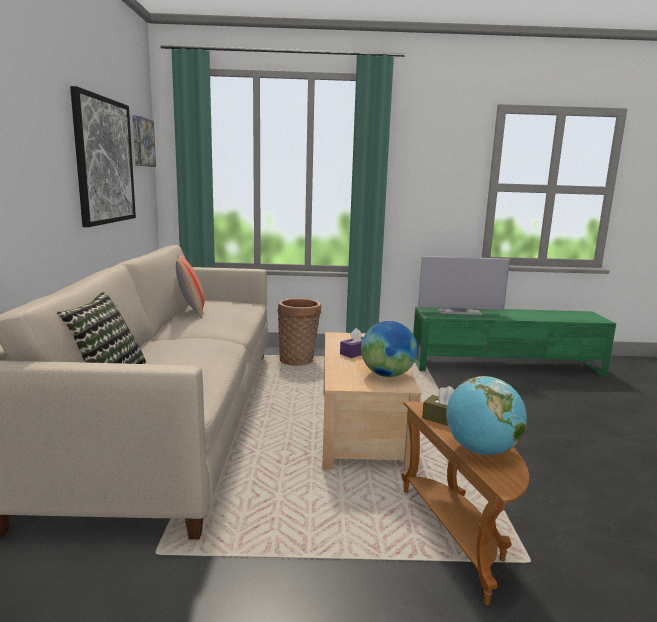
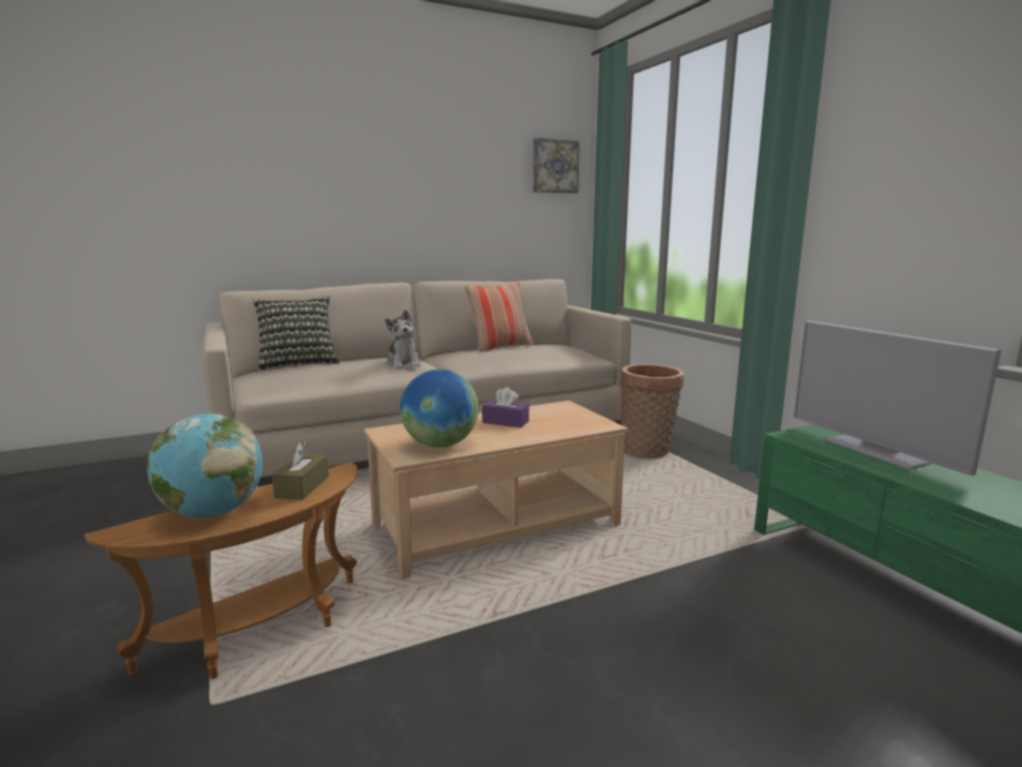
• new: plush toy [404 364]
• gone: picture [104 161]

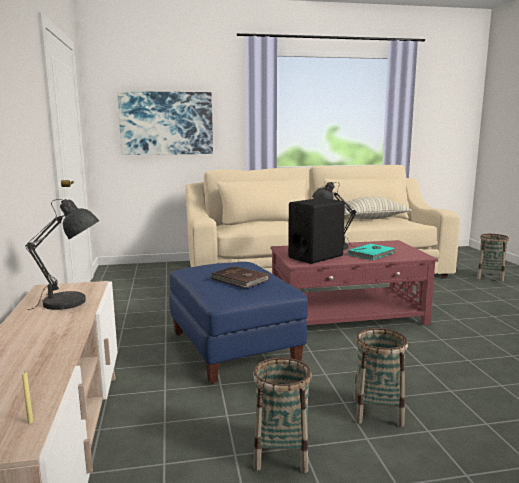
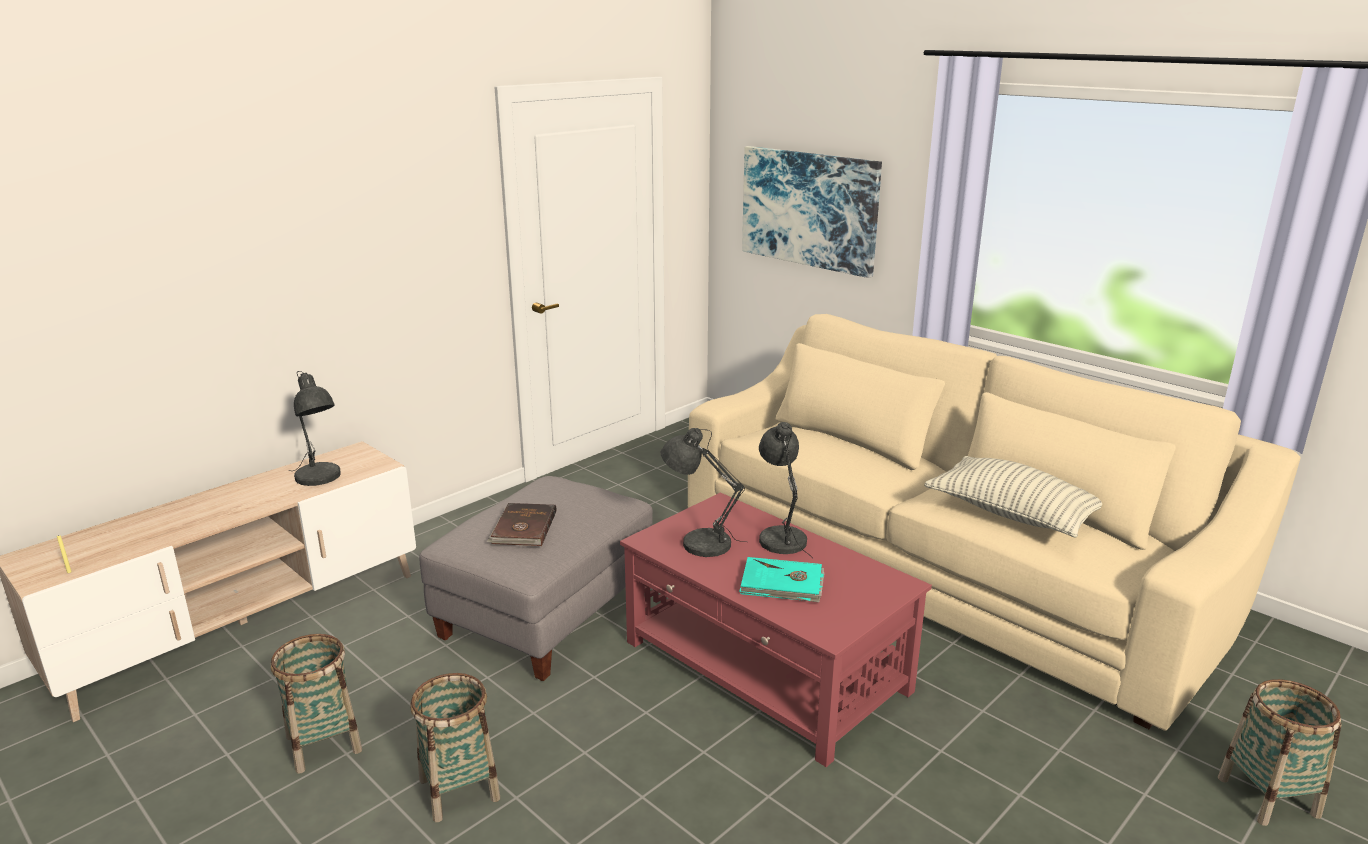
• repainted: ottoman/blue [233 348] to ottoman/grey [546 615]
• swapped: speaker/black [316 257] to table lamp/grey [700 543]

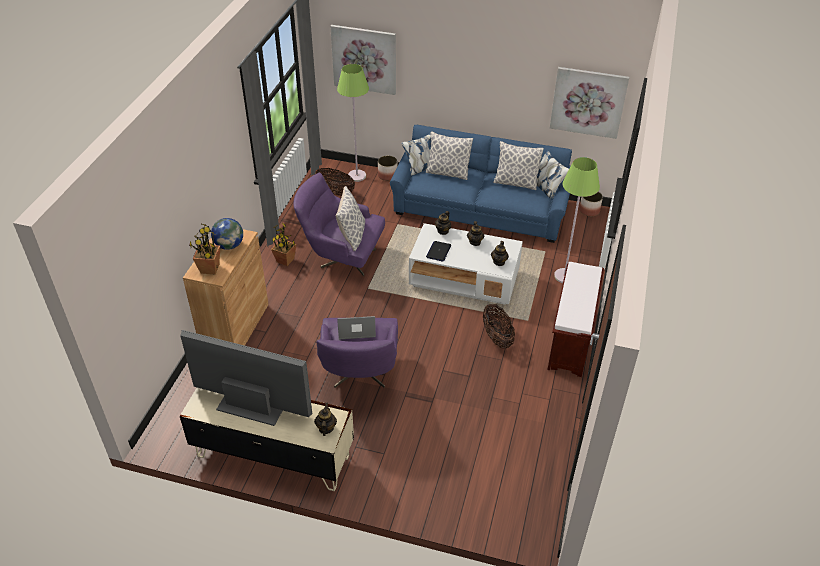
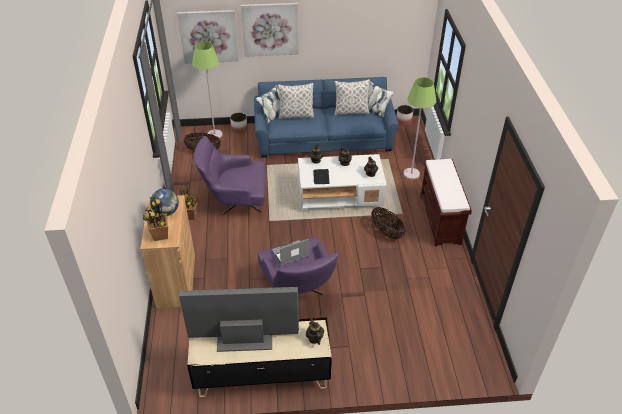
• shifted: picture [588 102] to [270 29]
• gone: pillow [351 235]

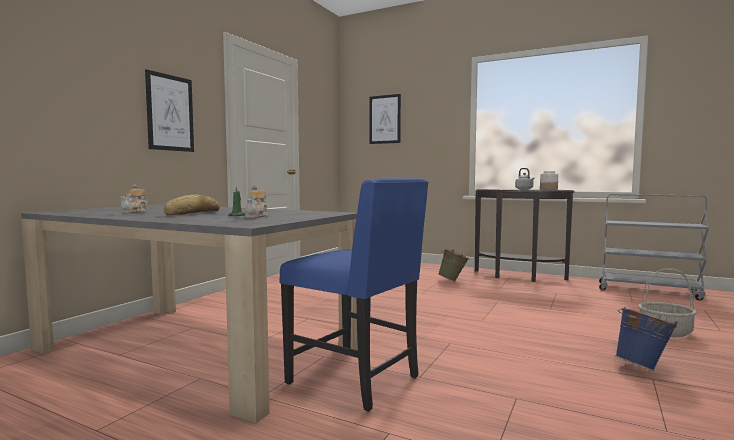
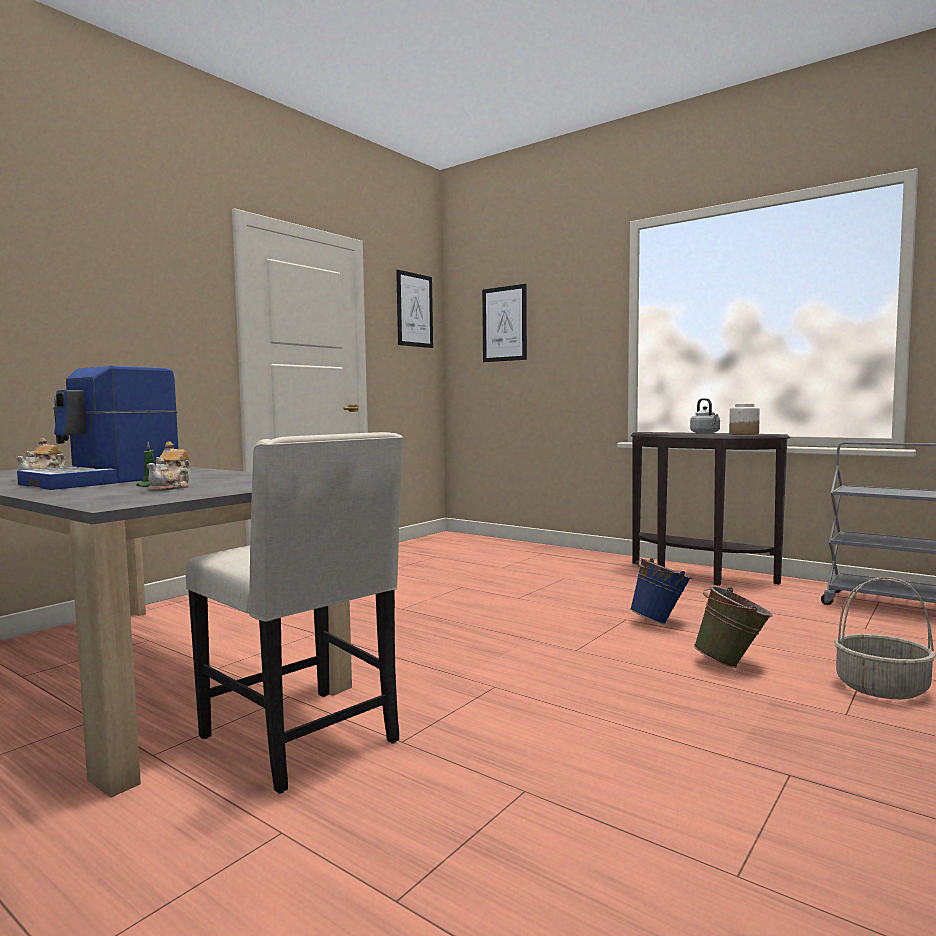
• swapped: bread [191 213] to coffee machine [105 480]
• repainted: chair/blue [356 380] to chair/beige [304 740]
• shifted: picture [170 113] to [414 310]
• shifted: bucket/blue [642 367] to [660 622]
• shifted: bucket/green [453 280] to [732 664]

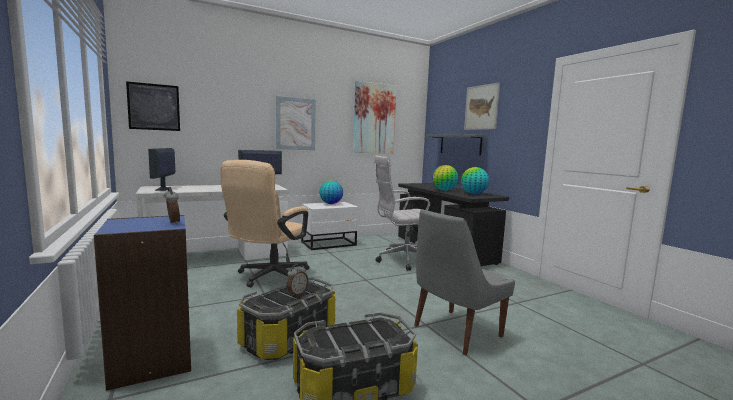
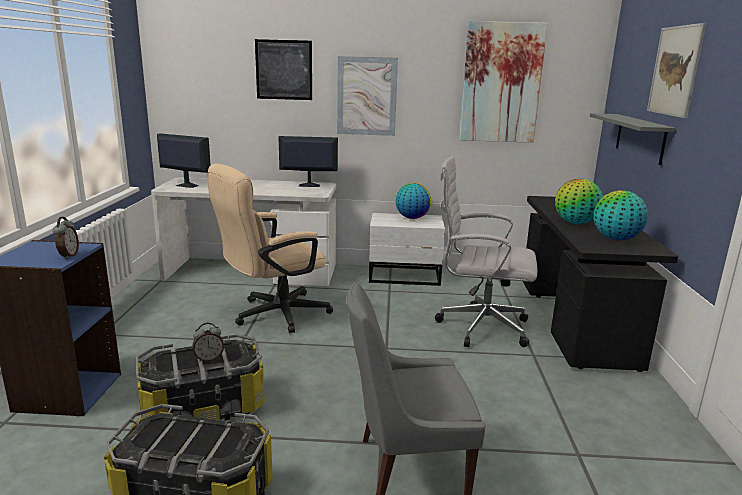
• rotated: monitor [163 189] = [186 185] 90 degrees clockwise
• shifted: picture [154 107] to [284 70]

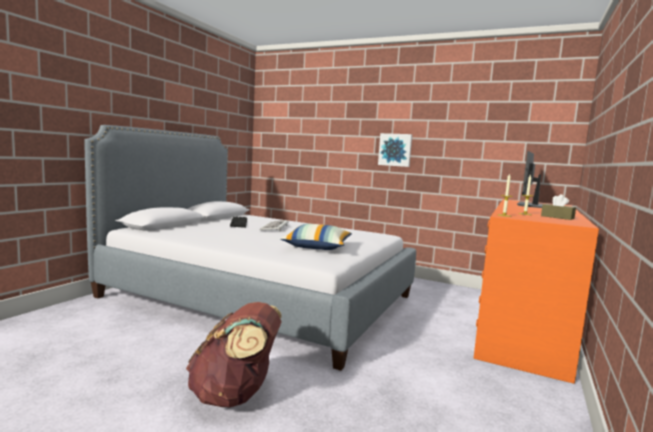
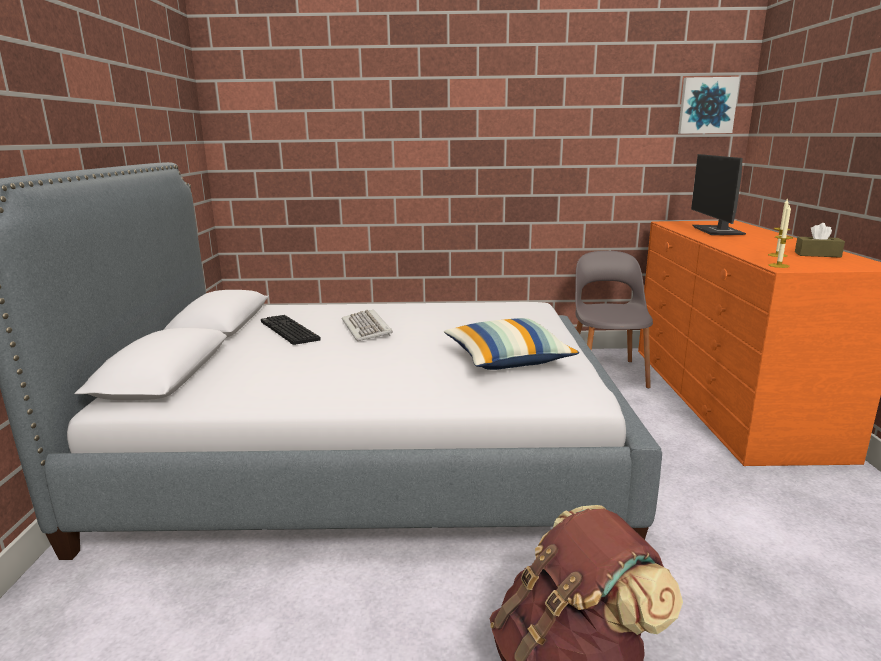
• new: chair/grey [607 372]
• shifted: picture [395 150] to [706 105]

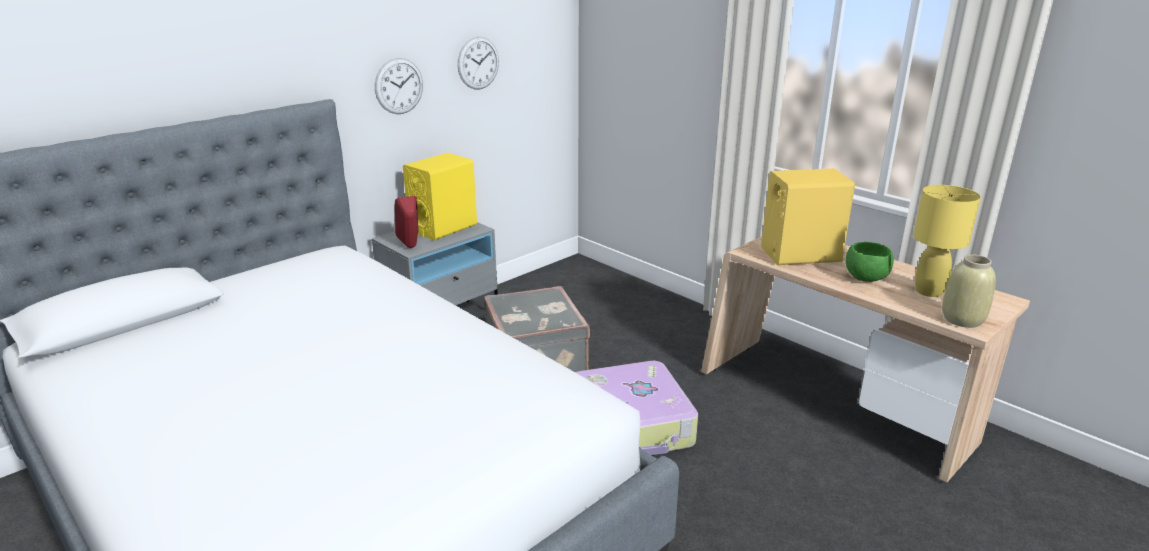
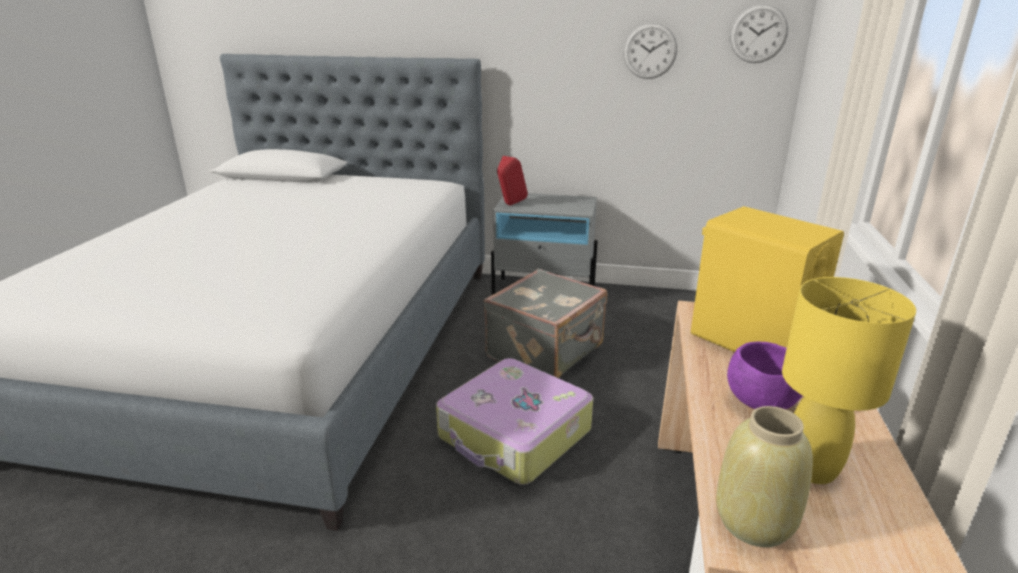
• repainted: bowl/green [865 279] to bowl/purple [760 403]
• shifted: wall clock [399 86] to [758 34]
• gone: speaker/yellow [443 228]

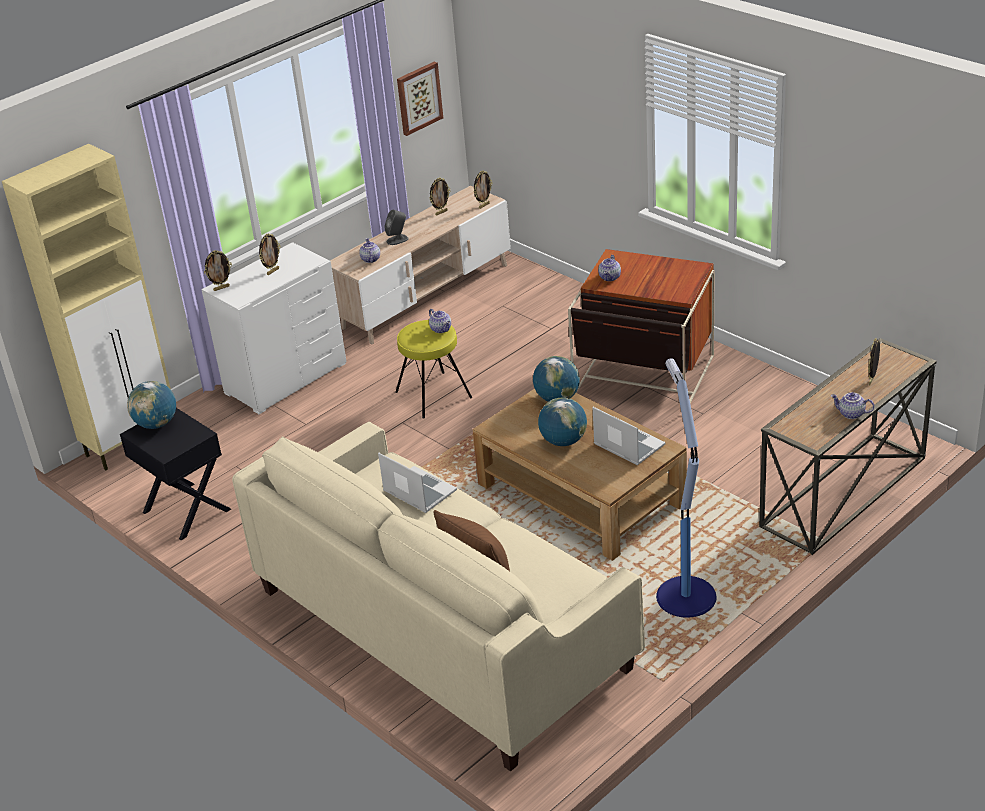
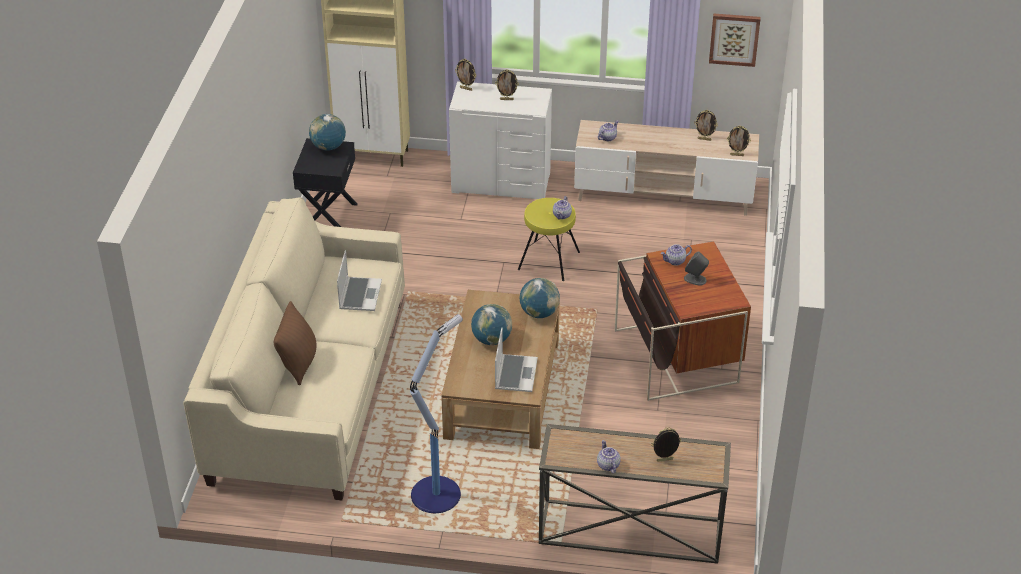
• shifted: speaker/grey [397 240] to [695 279]

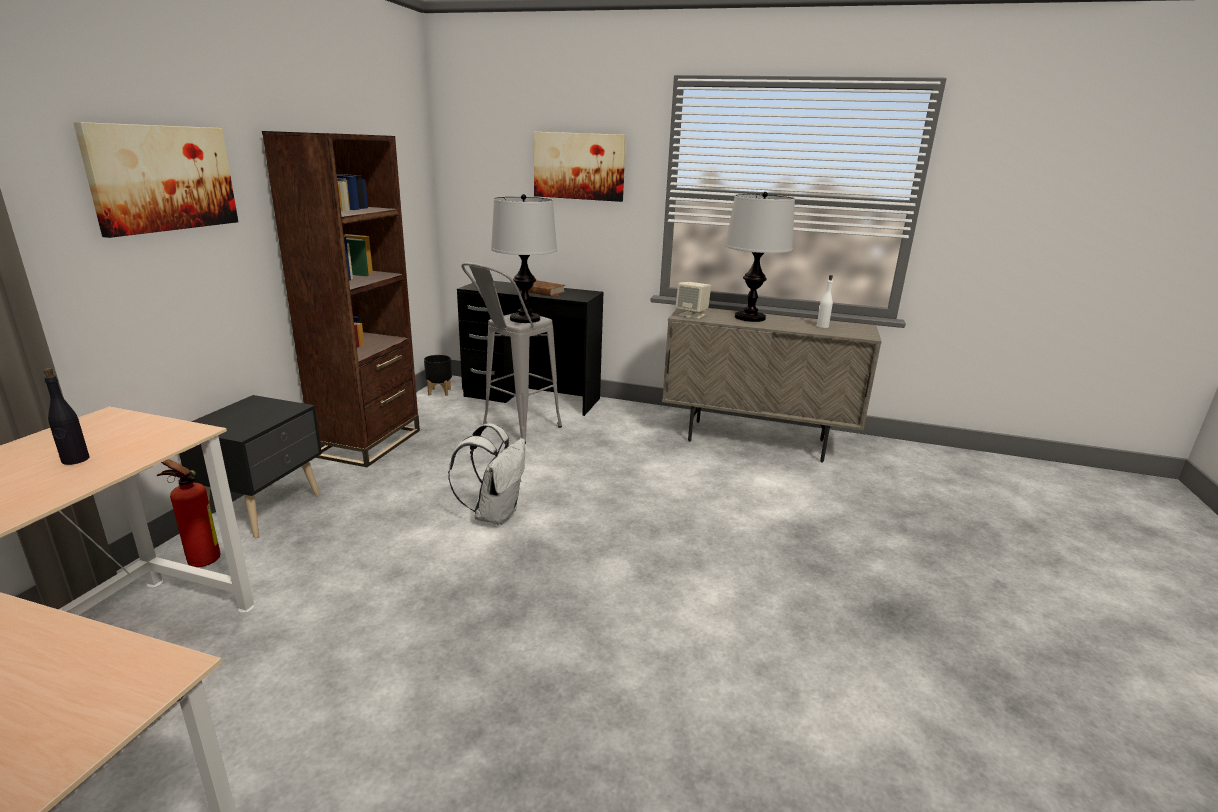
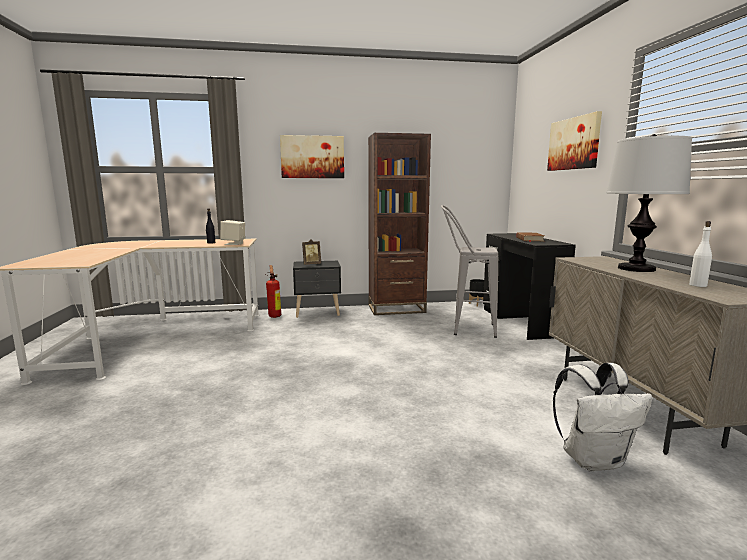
• shifted: speaker/beige [692 315] to [233 244]
• new: picture frame [311 264]
• shifted: backpack/white [495 514] to [593 459]
• gone: table lamp [525 319]

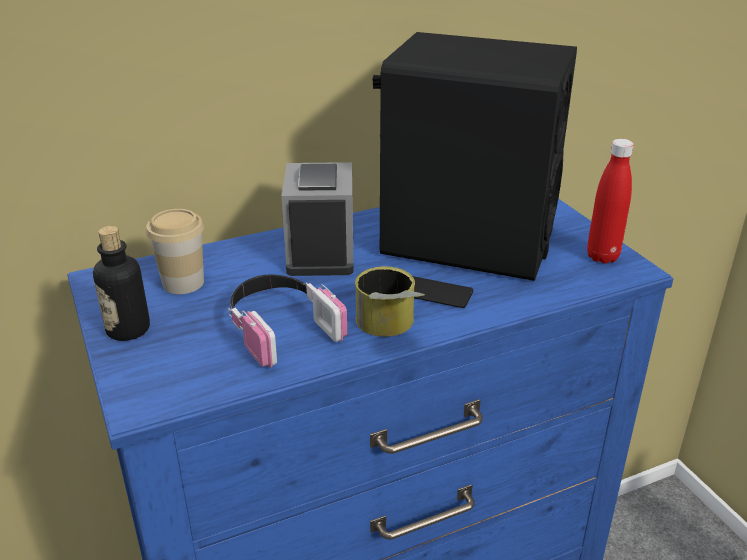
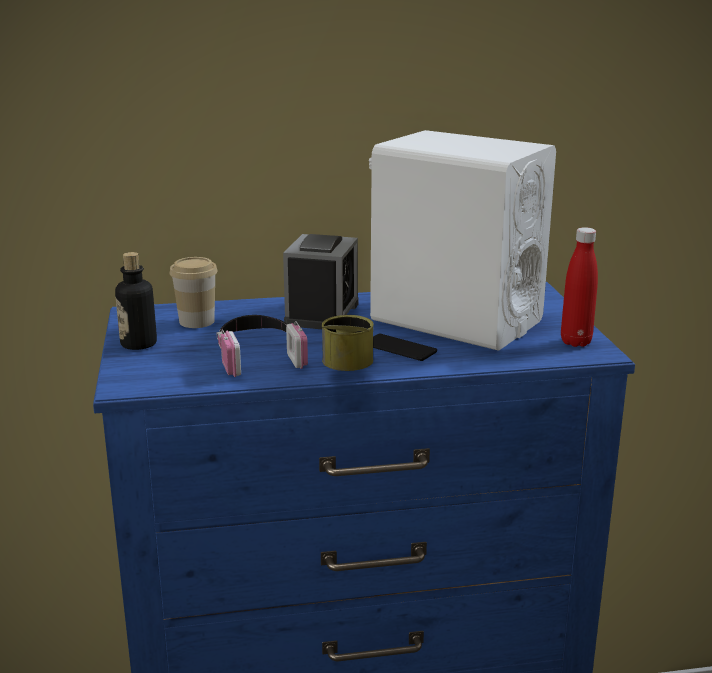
• repainted: speaker/black [467 242] to speaker/white [455 320]

